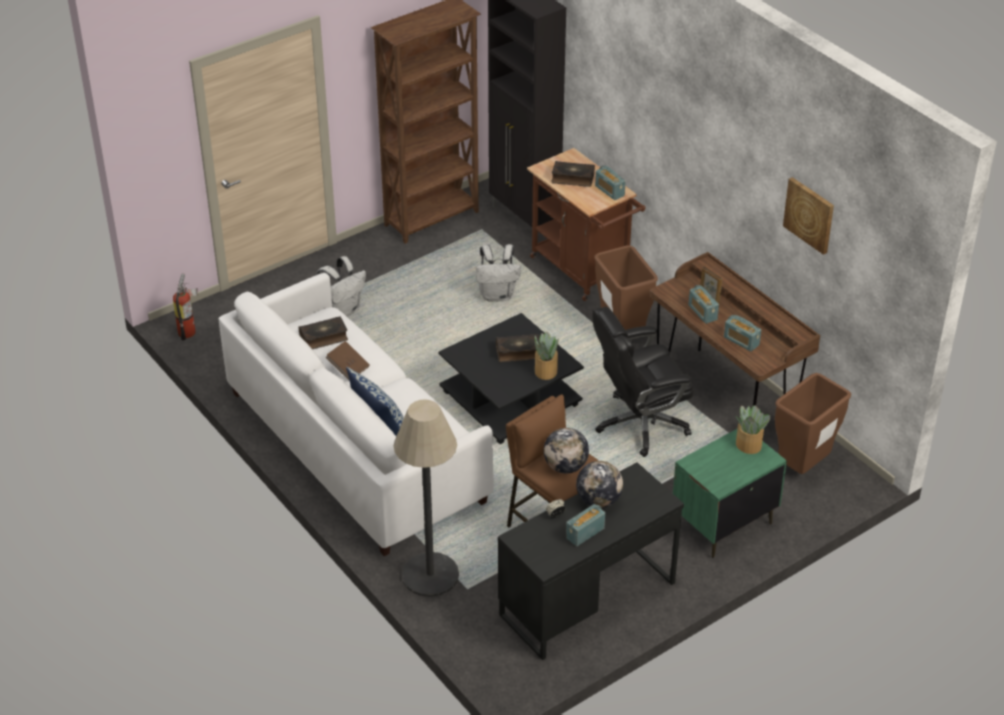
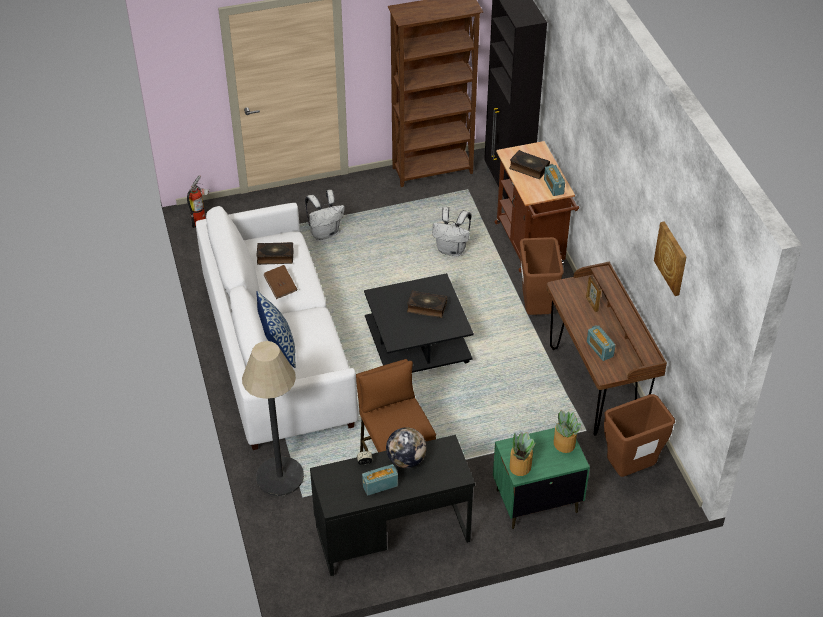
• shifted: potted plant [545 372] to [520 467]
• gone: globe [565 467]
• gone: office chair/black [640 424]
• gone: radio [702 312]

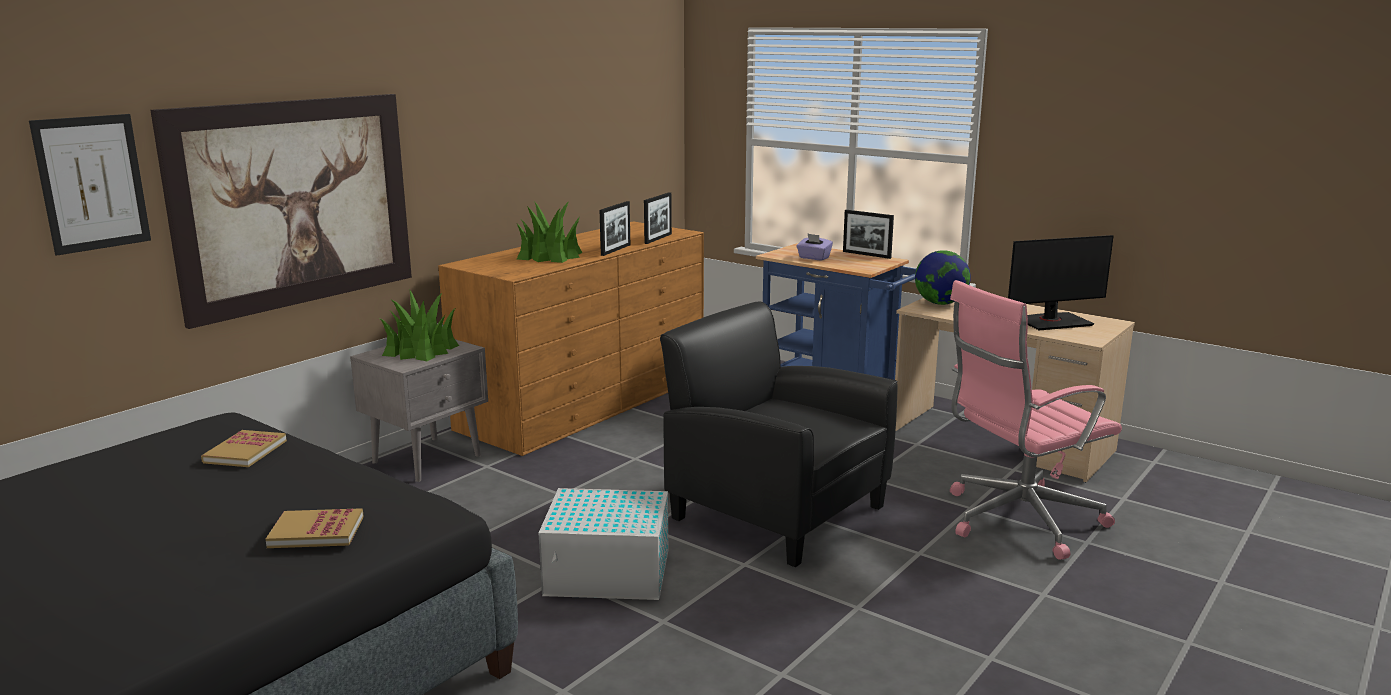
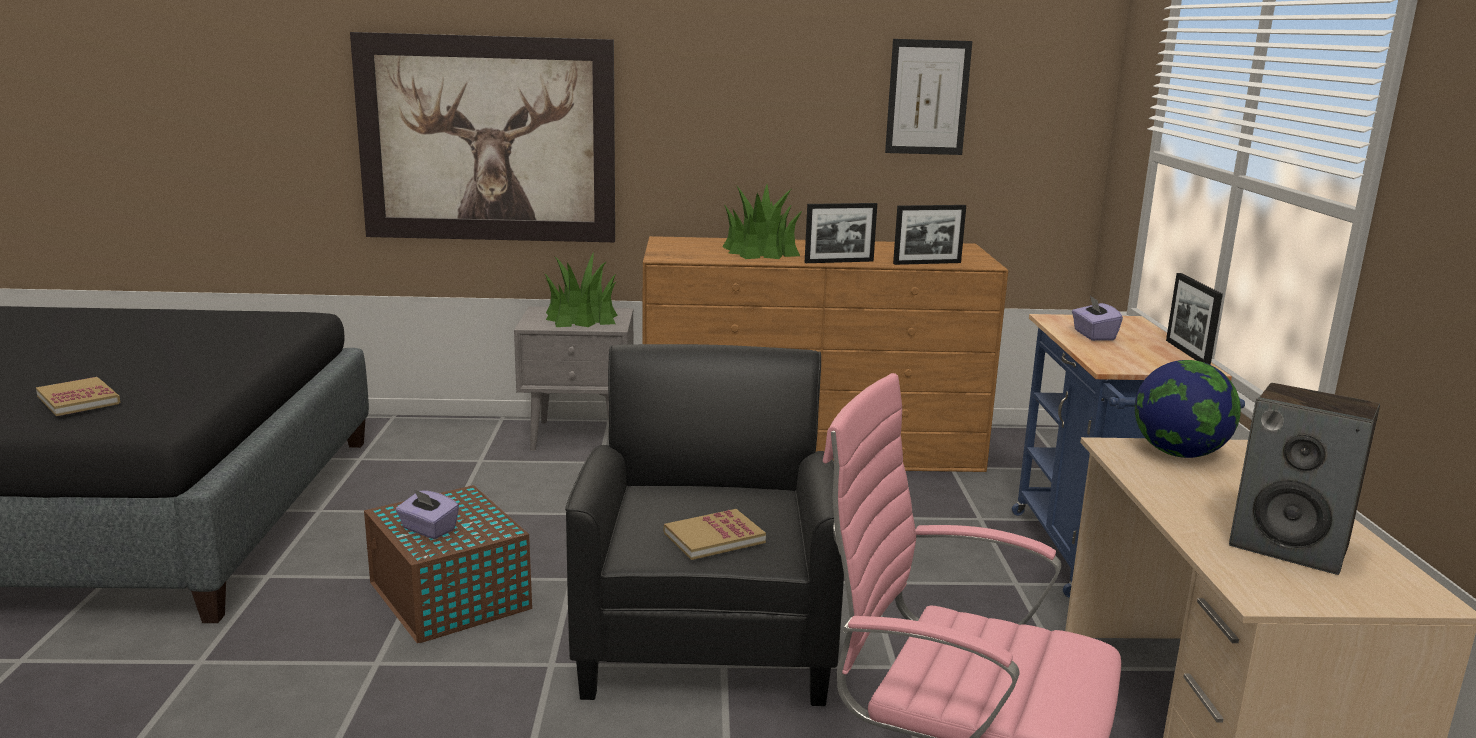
• repainted: storage box/white [609 573] to storage box/brown [450 597]
• new: tissue box/purple [428 529]
• shifted: book [245 451] to [714 538]
• shifted: picture [92 183] to [927 97]
• swapped: monitor [1052 322] to speaker [1289 547]

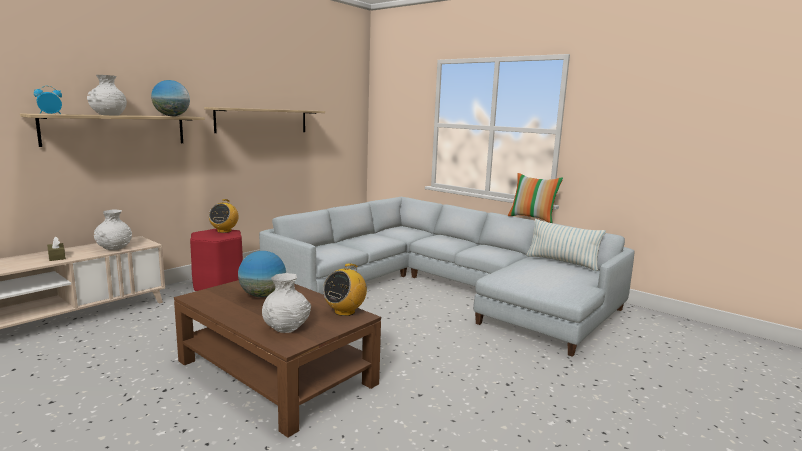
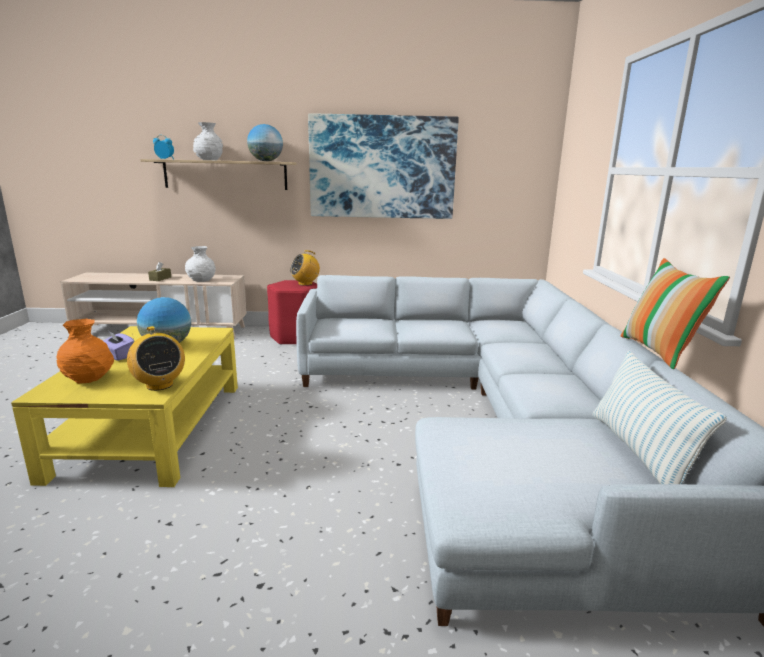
• repainted: coffee table/brown [276 372] to coffee table/yellow [153 428]
• repainted: vase/white [287 328] to vase/orange [89 379]
• new: tissue box/purple [118 356]
• rotated: radio [345 311] = [159 385] 120 degrees counterclockwise
• swapped: shelf [262 120] to picture [382 167]

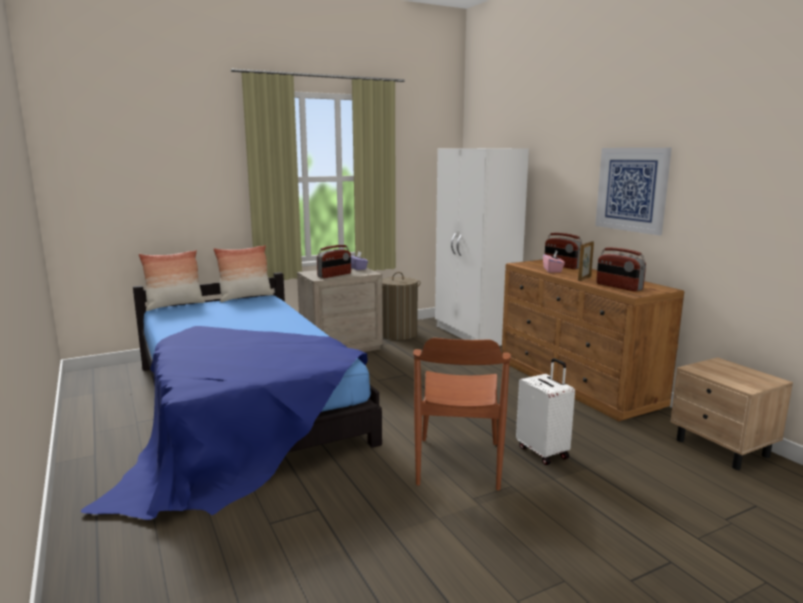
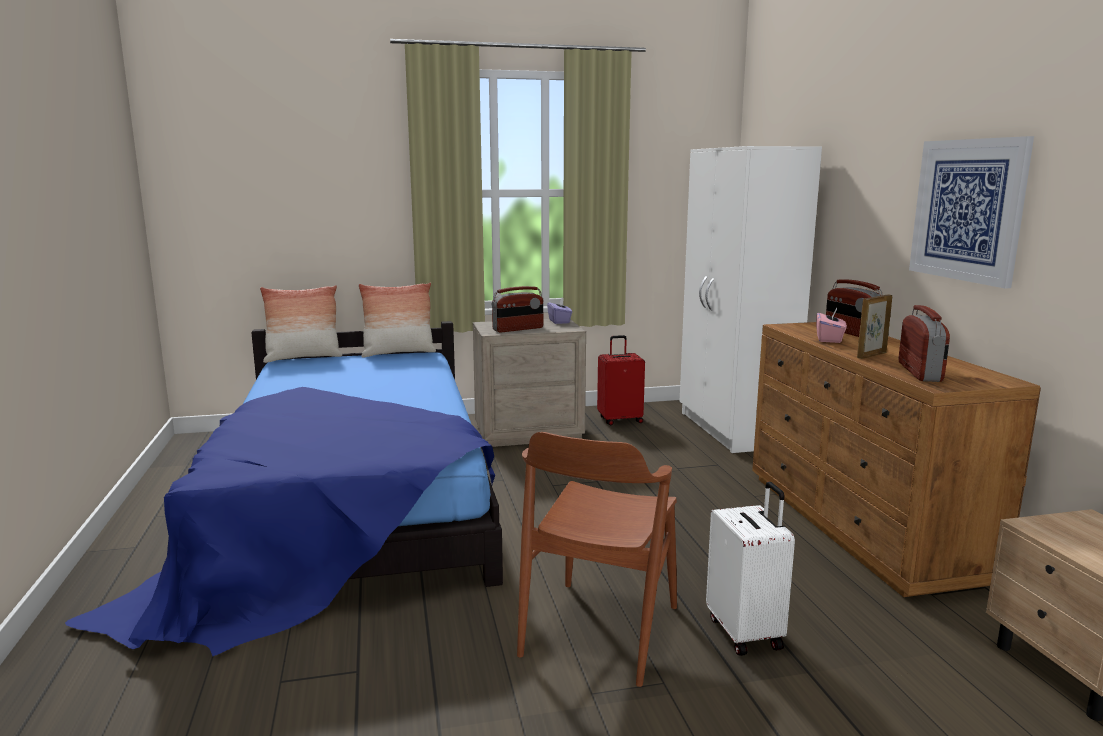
• swapped: laundry basket [398 334] to suitcase/red [620 420]
• rotated: radio [618 287] = [920 372] 150 degrees counterclockwise

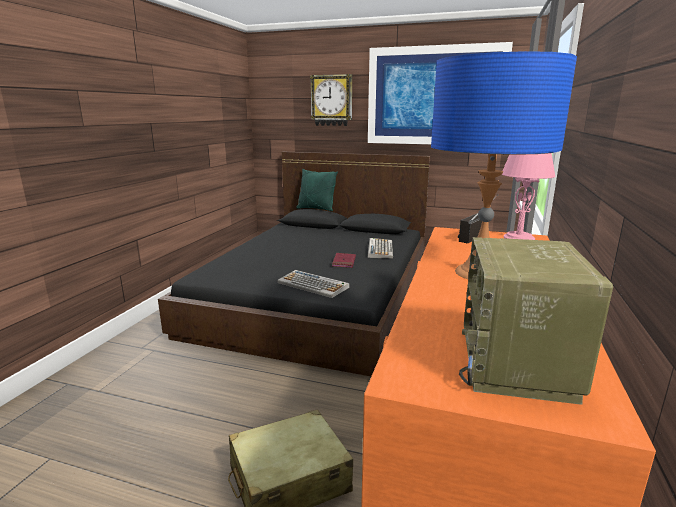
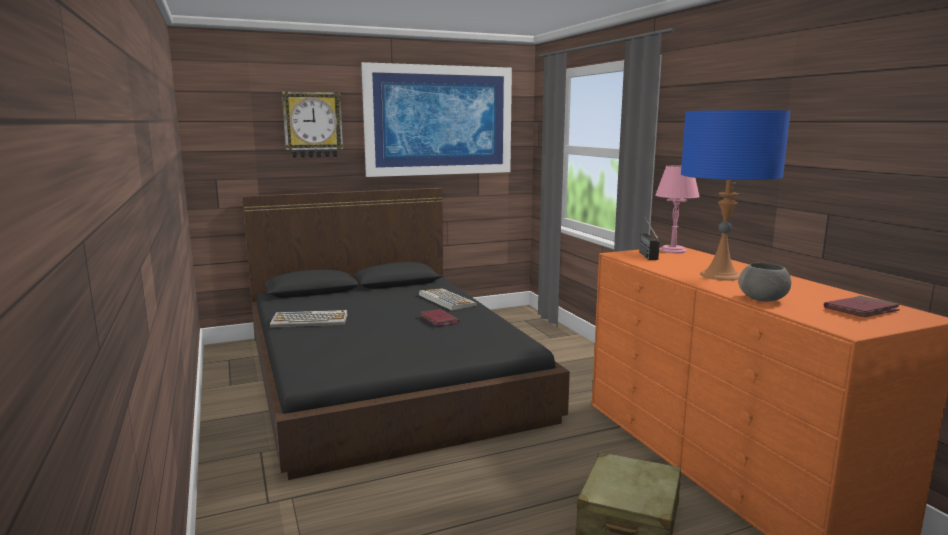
• shifted: keyboard [314 285] to [310 320]
• new: bowl/grey [763 299]
• swapped: radio [517 364] to book/red [861 310]
• gone: pillow/green [316 209]

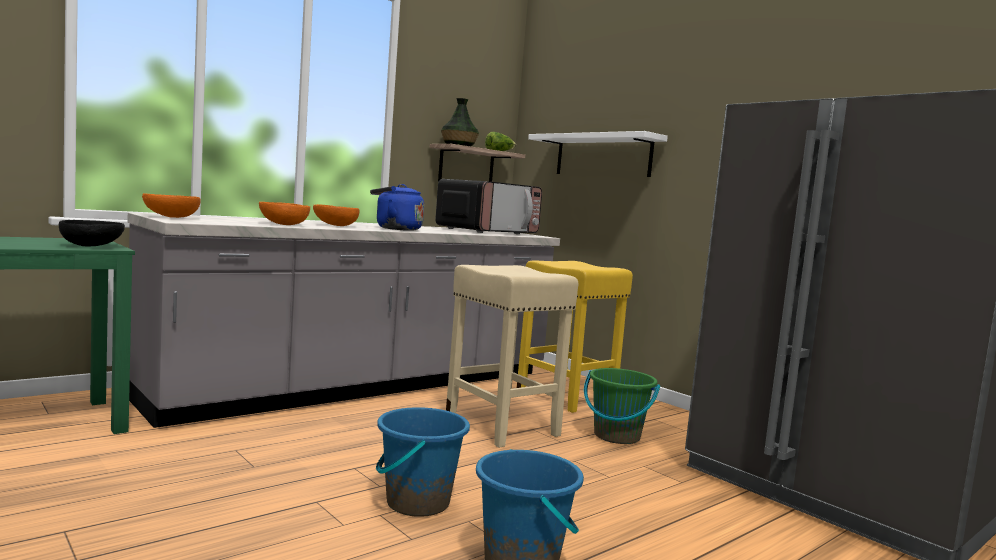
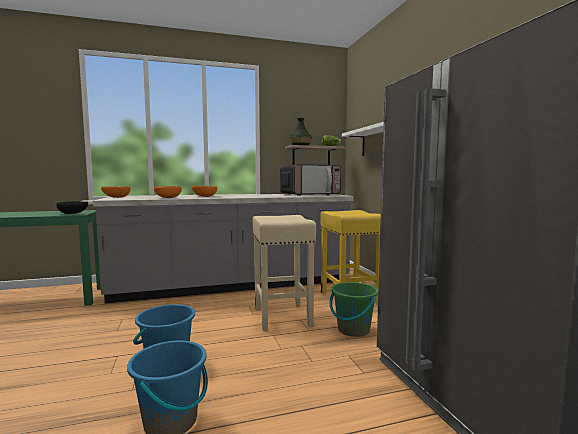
• gone: kettle/blue [395 229]

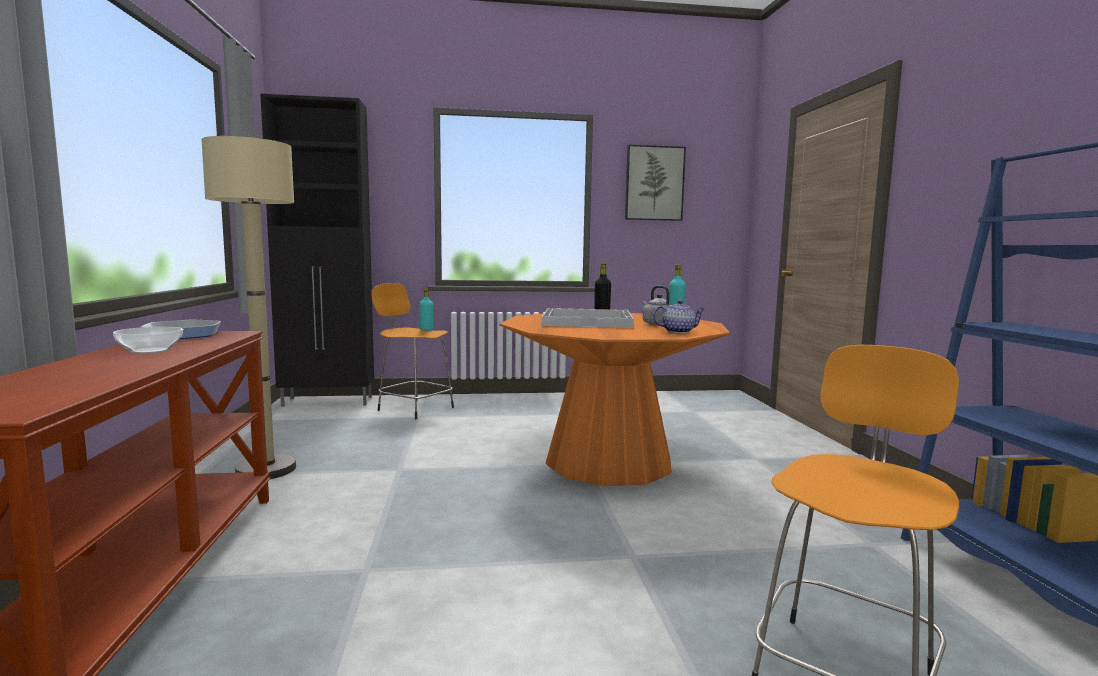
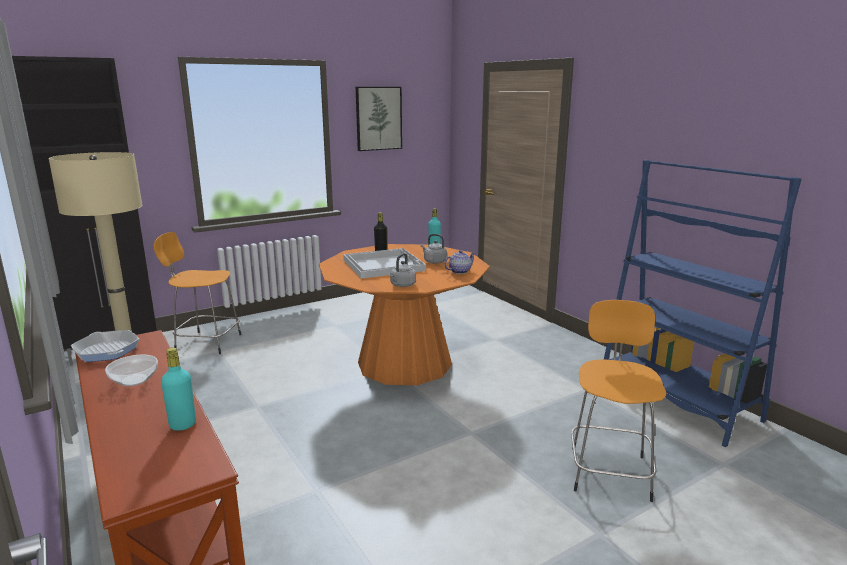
• shifted: bottle/turquoise [426 330] to [183 425]
• new: kettle/grey [402 285]

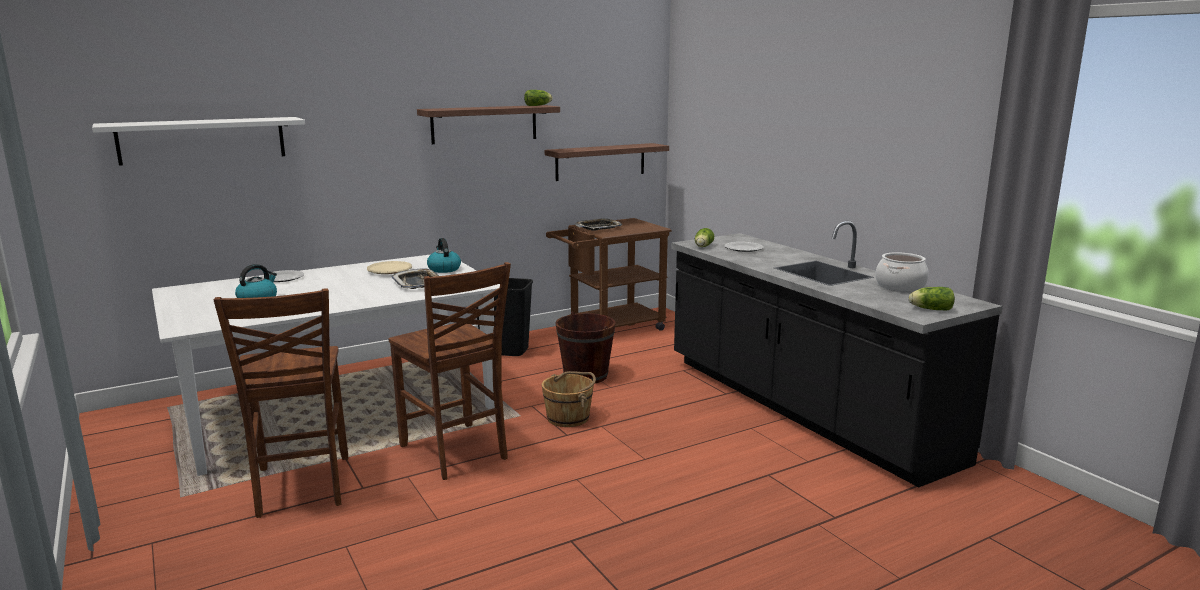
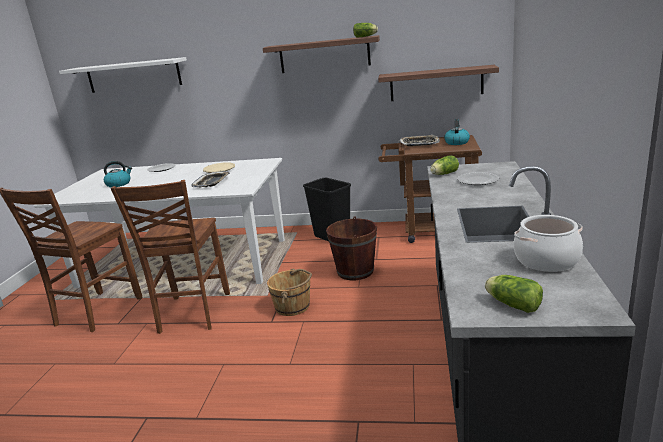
• shifted: kettle [444 269] to [456 142]

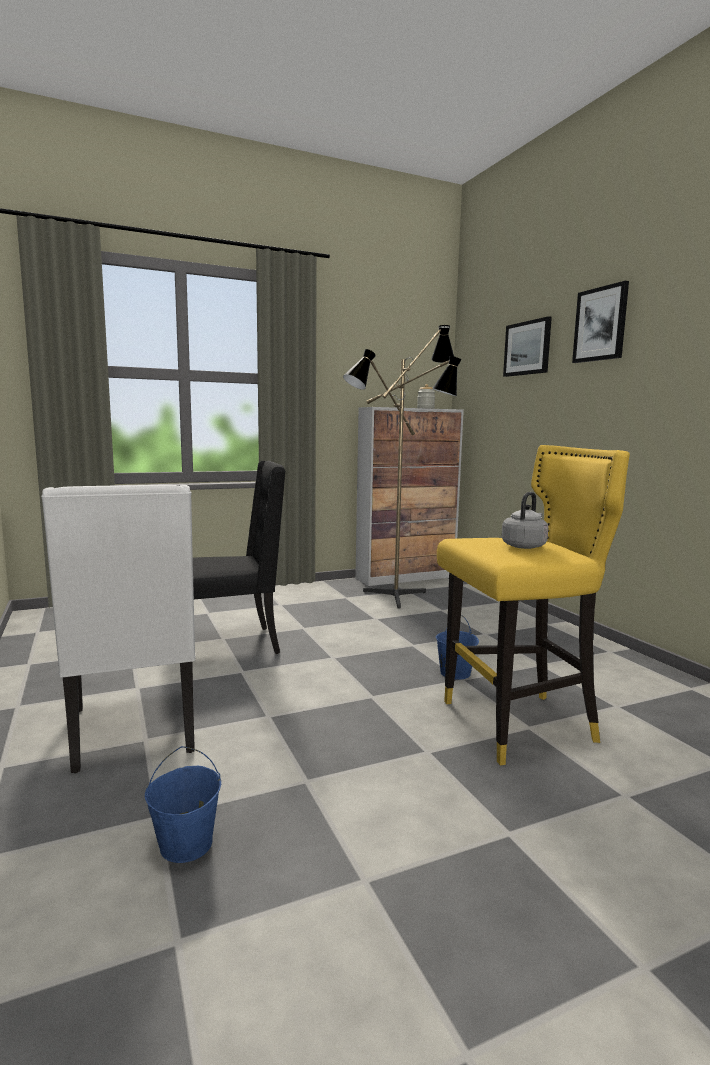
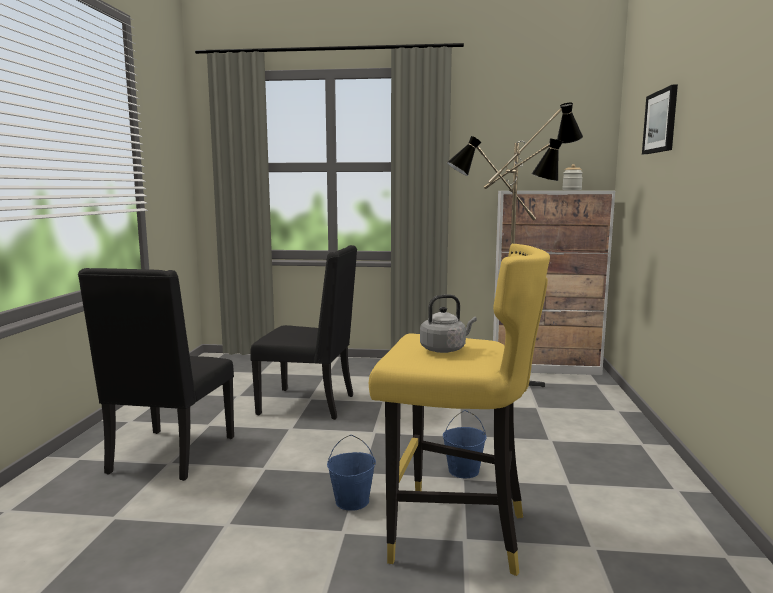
• repainted: chair/white [135 731] to chair/black [170 456]
• shifted: bucket/blue [186 844] to [352 501]
• gone: picture [600 324]

